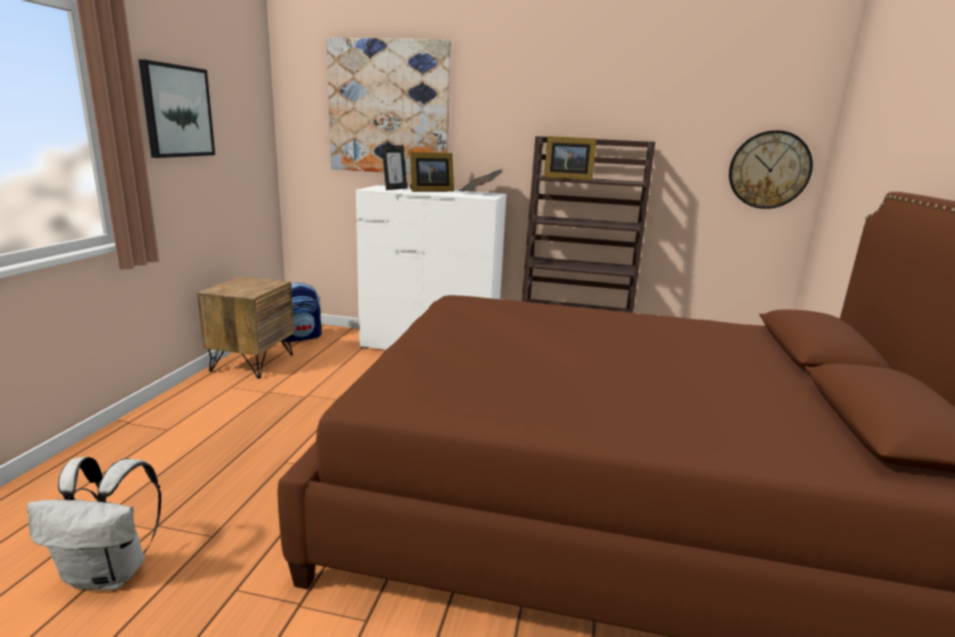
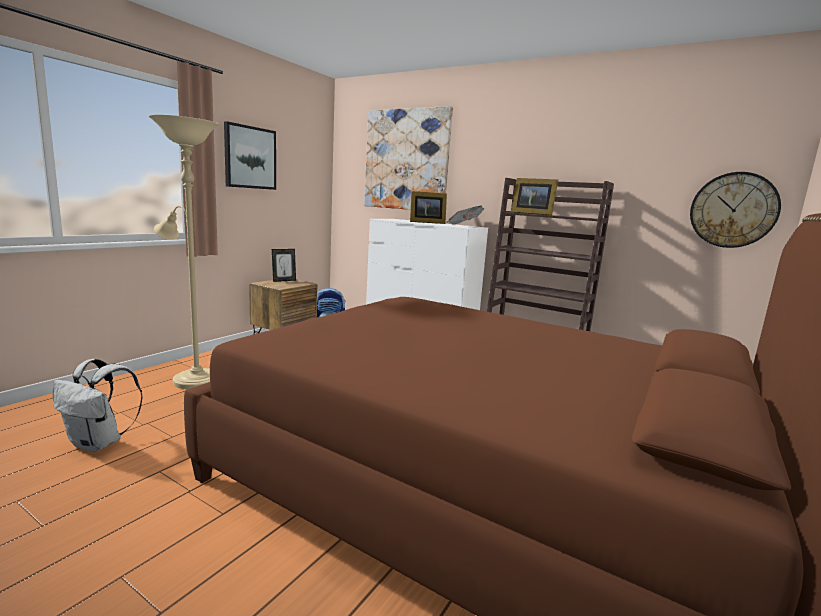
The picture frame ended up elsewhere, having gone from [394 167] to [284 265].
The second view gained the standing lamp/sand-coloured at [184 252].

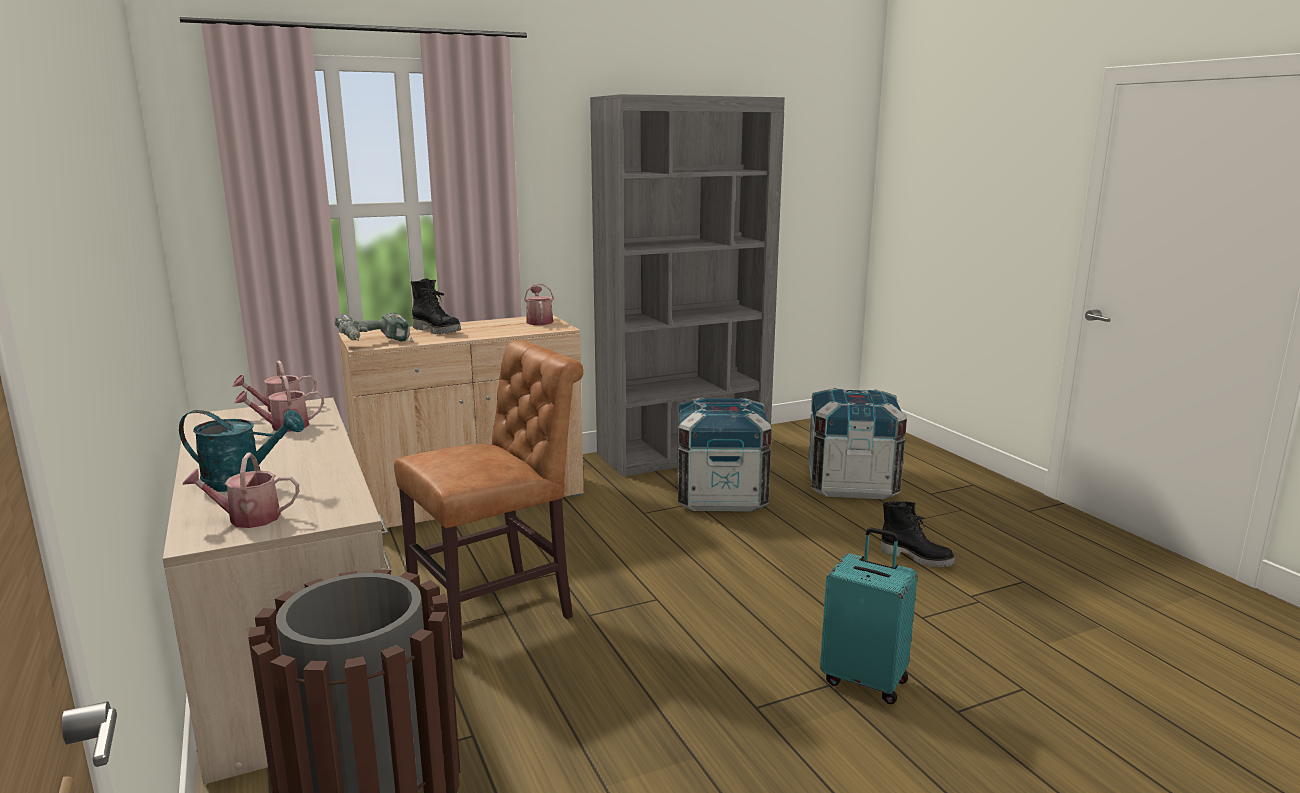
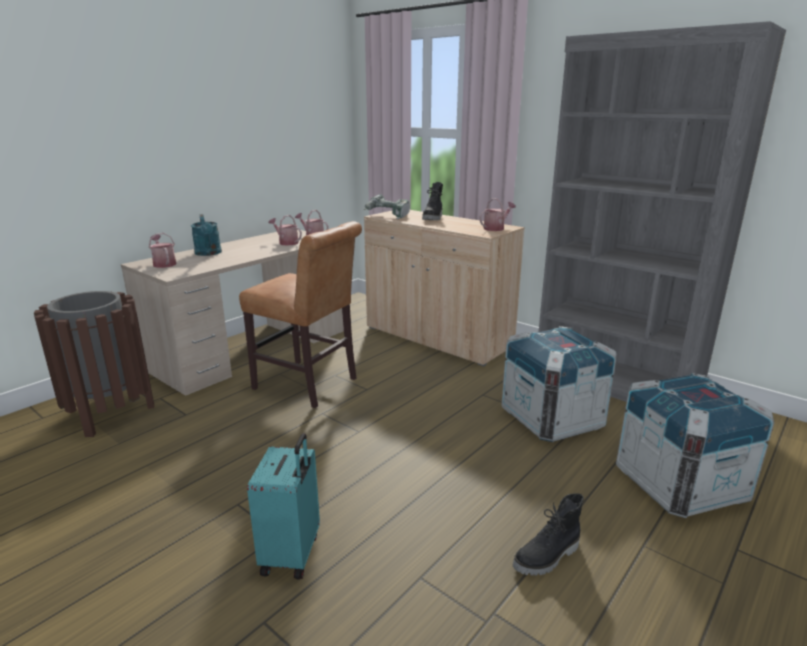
The boot/black at [917 534] ended up facing another way, 45 degrees clockwise from before.

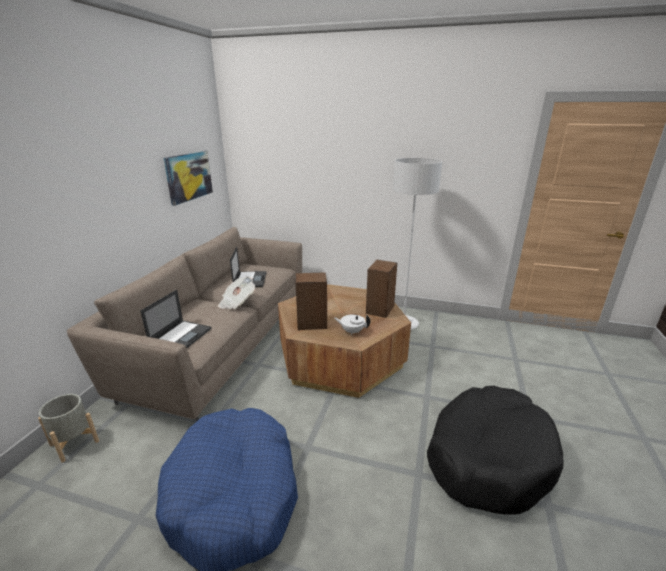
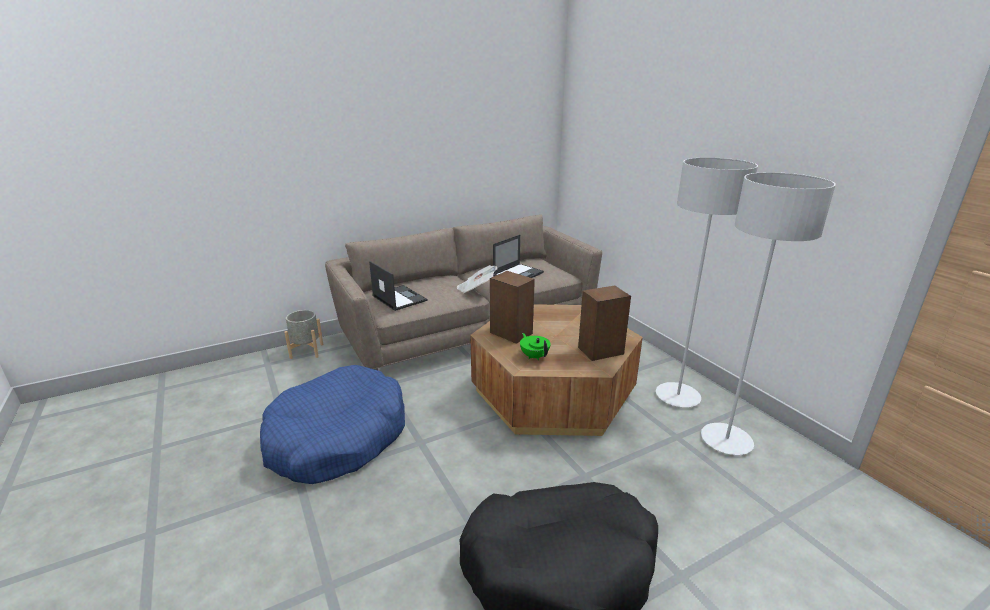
The portable computer at [176 319] ended up facing another way, 105 degrees counterclockwise from before.
The second view lost the picture at [188 178].
What was the teapot/white-coloured at [352 324] turned into the teapot/green at [535 346].
The second view gained the standing lamp/gray at [768 313].

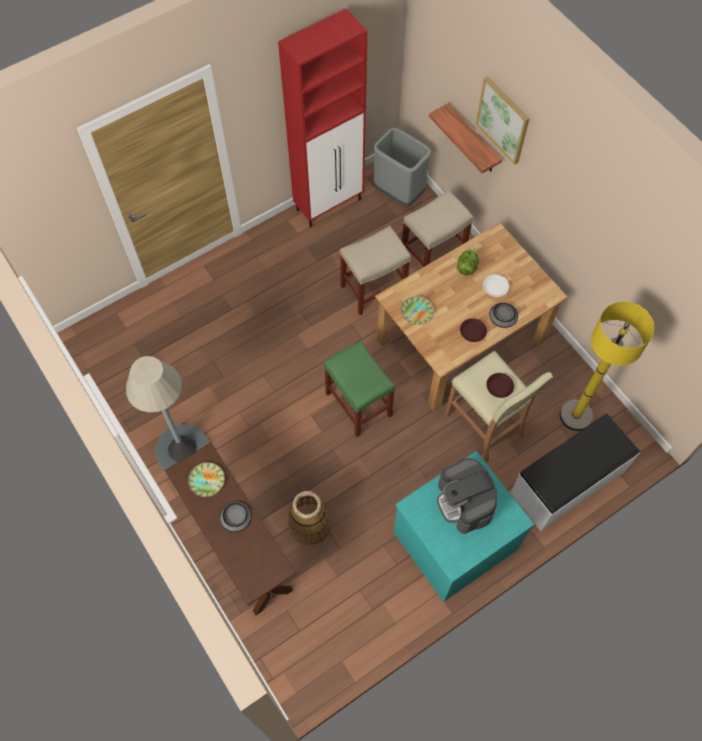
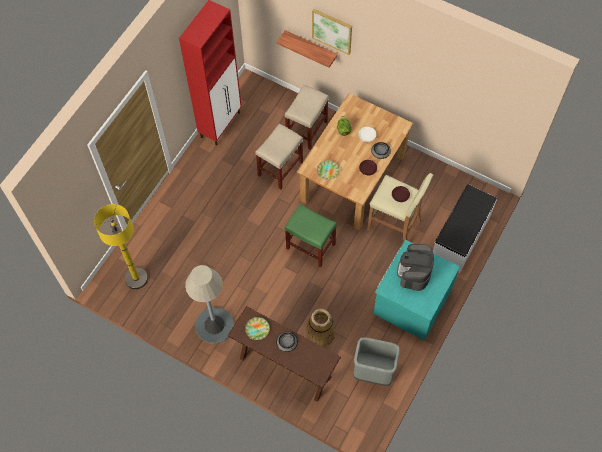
The rubbish bin/gray ended up elsewhere, having gone from [402 167] to [376 361].
The coffee machine at [467 496] ended up facing another way, 60 degrees clockwise from before.
The standing lamp/yellow-coloured ended up elsewhere, having gone from [607 366] to [121 246].

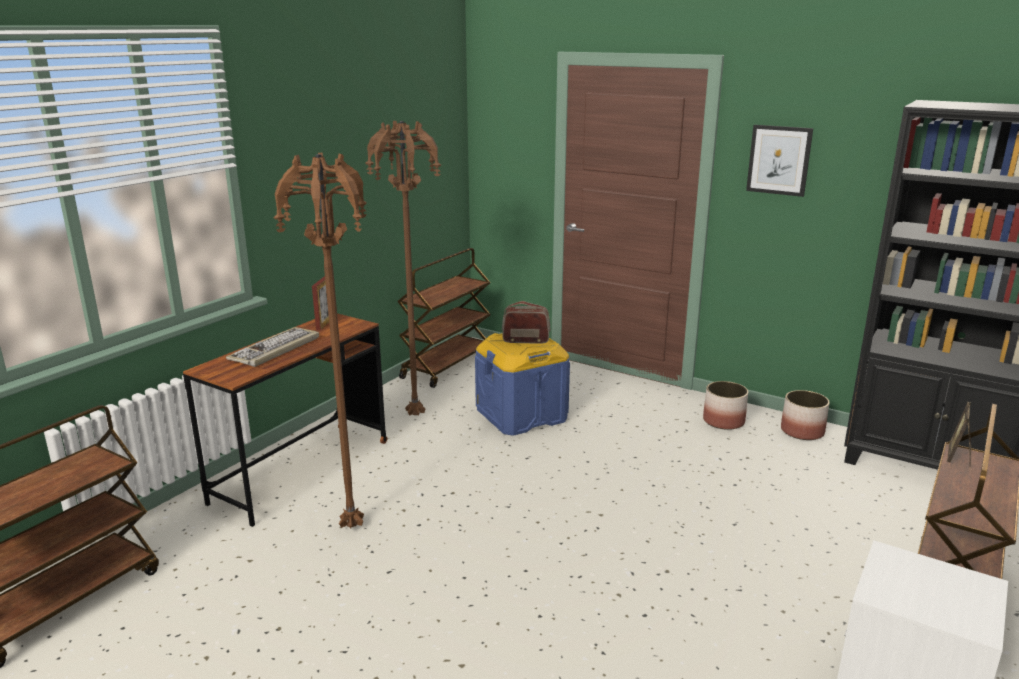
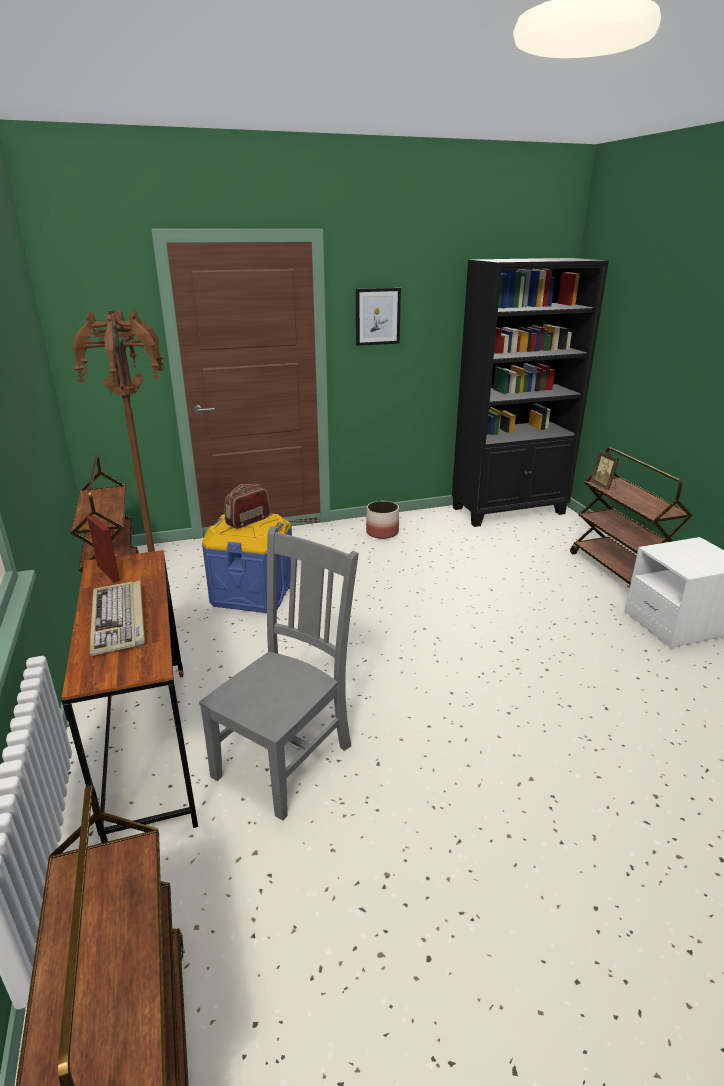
Where the standing lamp/brownish stood at [320 341], the upright chair/gray came to stand at [279 673].
The second view lost the flower pot at [805 415].

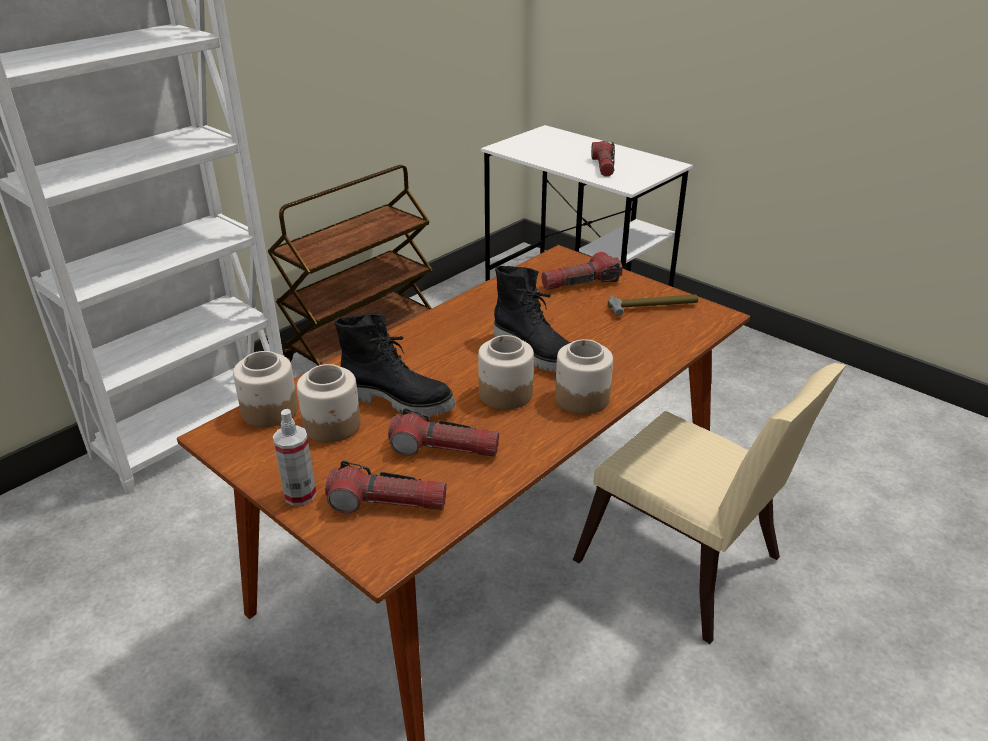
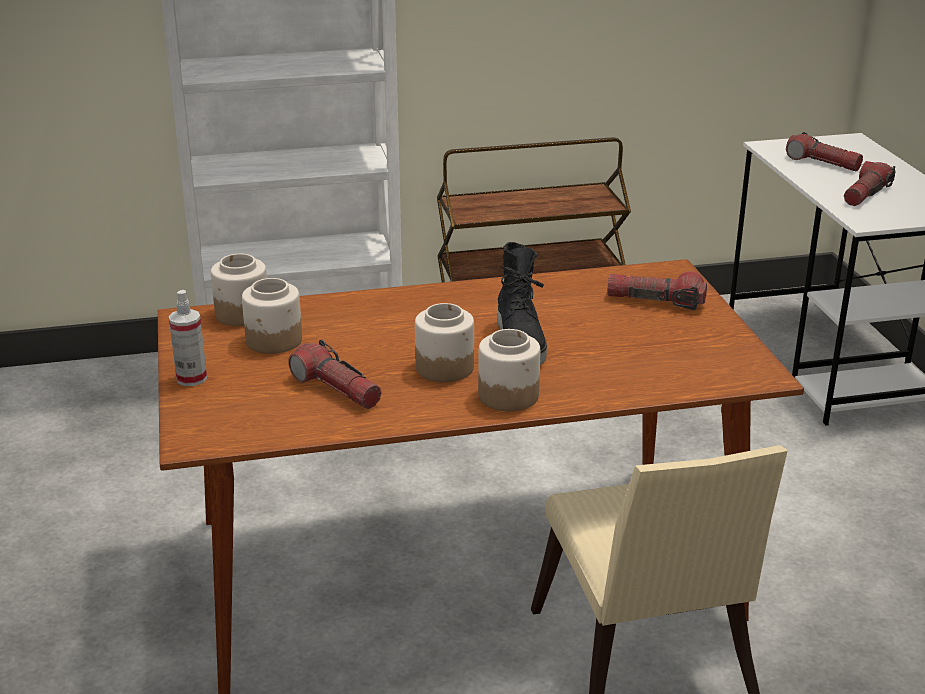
The hand torch ended up elsewhere, having gone from [386 486] to [824 151].
The second view lost the boot/black at [394 366].
The second view lost the hammer at [653 305].

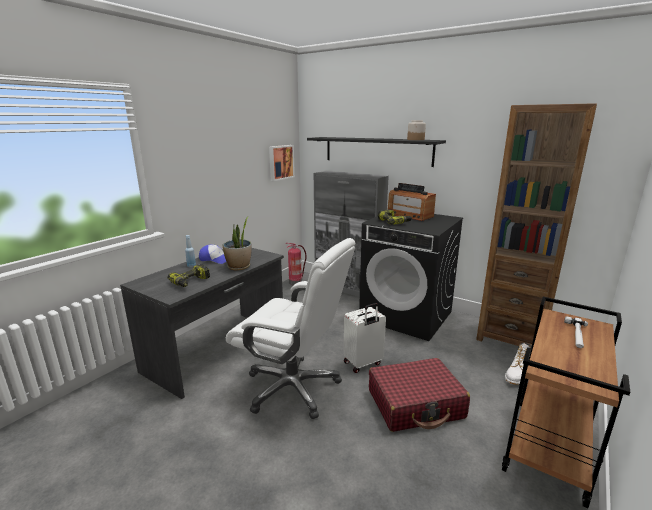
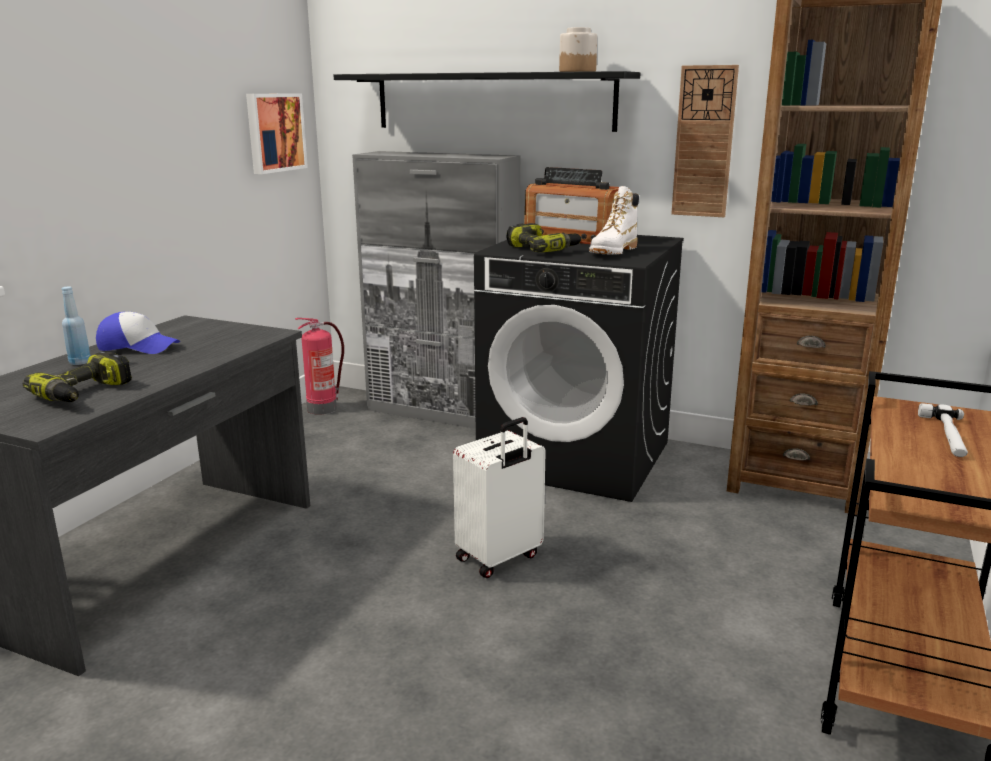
The second view lost the houseplant at [237 243].
The second view lost the desk chair/white-coloured at [290 328].
The second view lost the travel case/red at [419 395].
The boot/white-coloured ended up elsewhere, having gone from [518 363] to [614 220].
The second view gained the clock on the wall at [705 141].

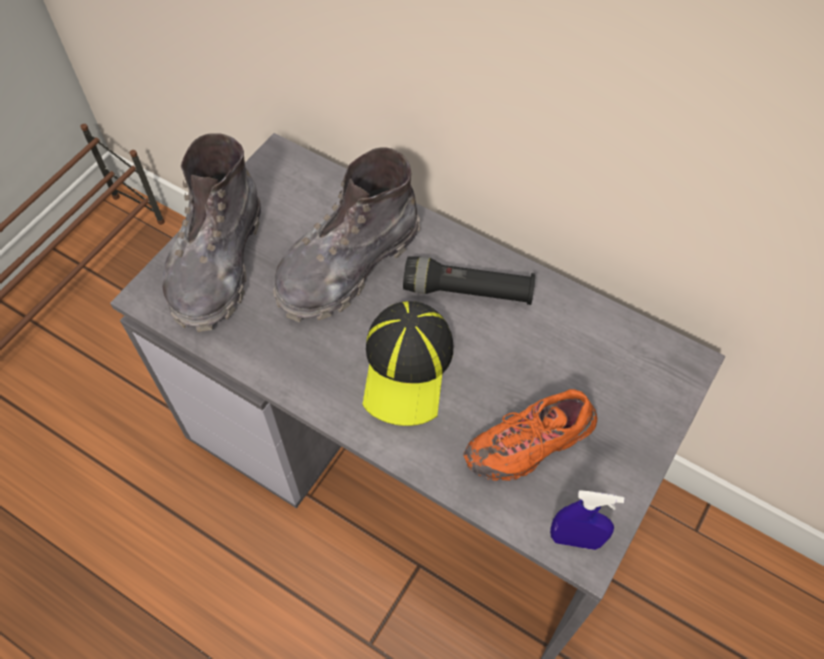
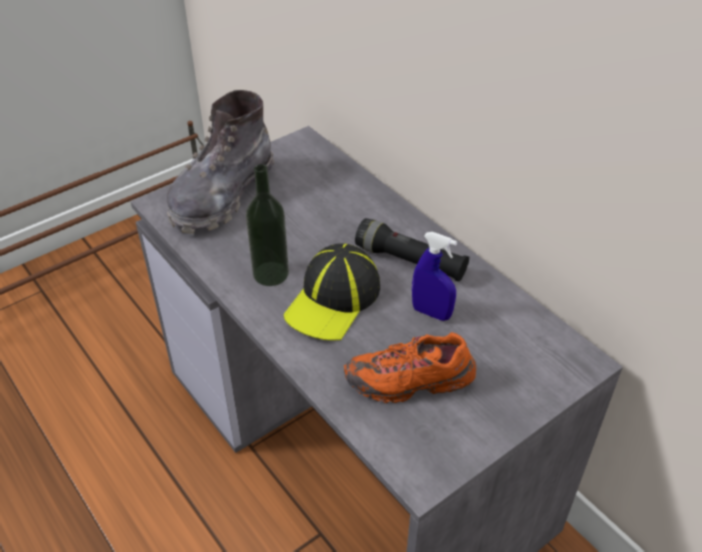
The second view lost the boot/gray at [347 234].
The hand sprayer/blue ended up elsewhere, having gone from [587 520] to [434 276].
The second view gained the beverage bottle at [267 225].

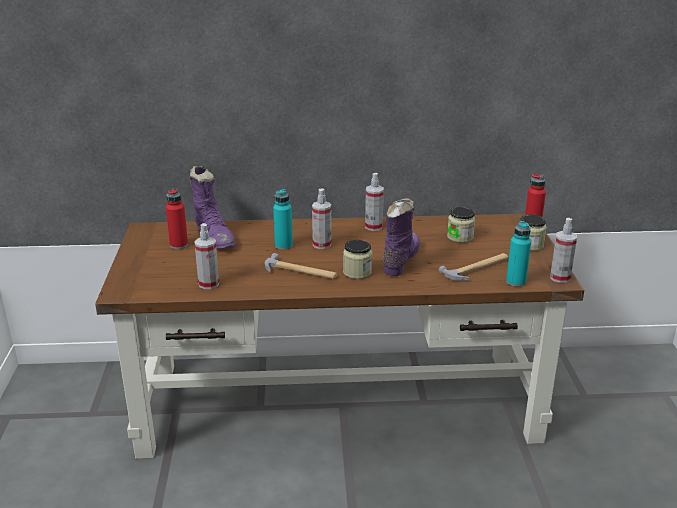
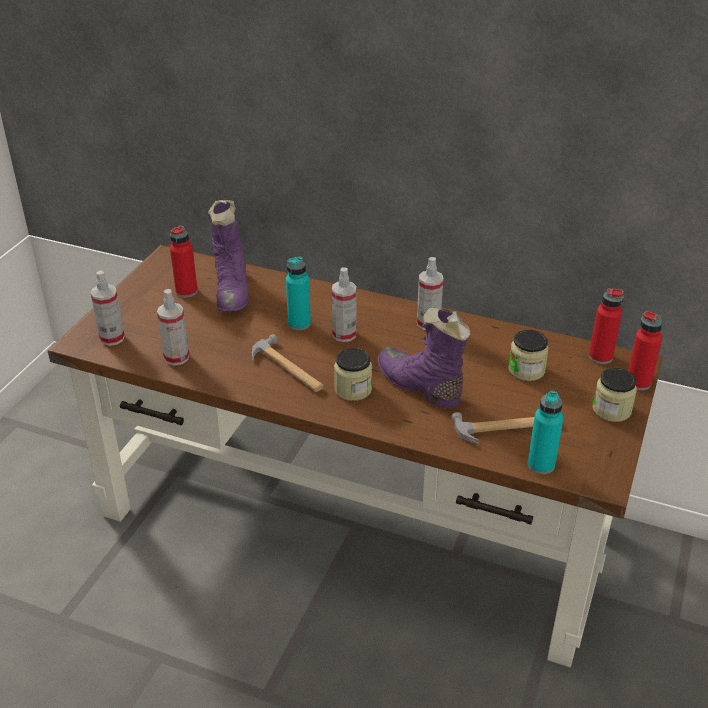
The boot/purple at [401 237] ended up facing another way, 90 degrees counterclockwise from before.
The hand sprayer ended up elsewhere, having gone from [563 250] to [108 308].
The second view gained the beverage bottle/red at [606 326].

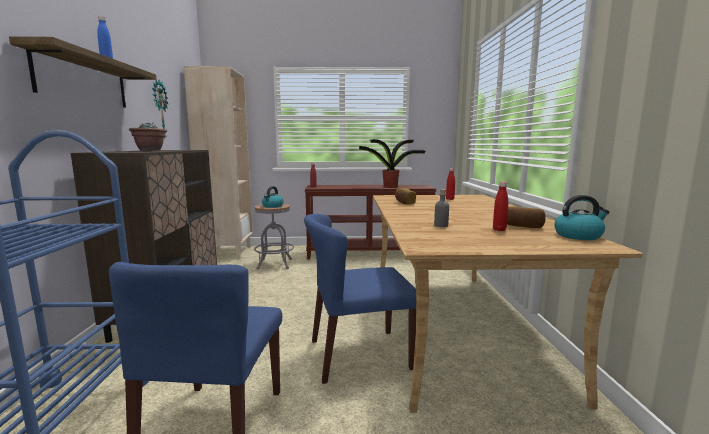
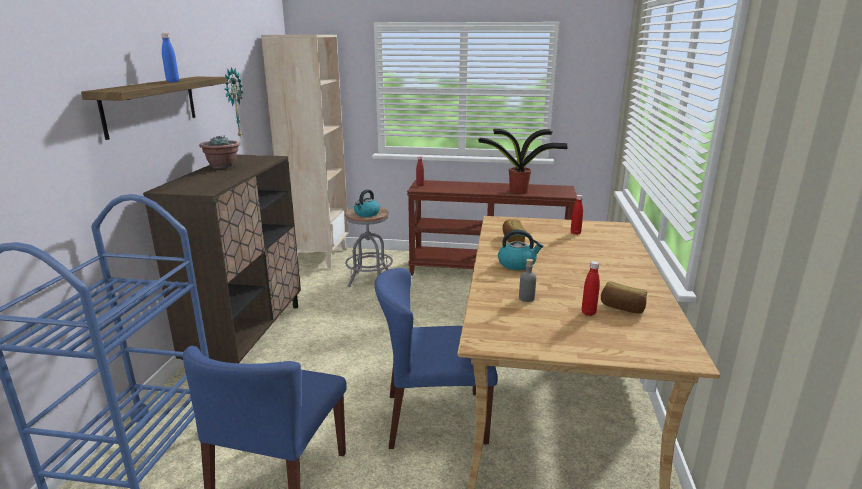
The tea kettle ended up elsewhere, having gone from [581 217] to [520 250].

